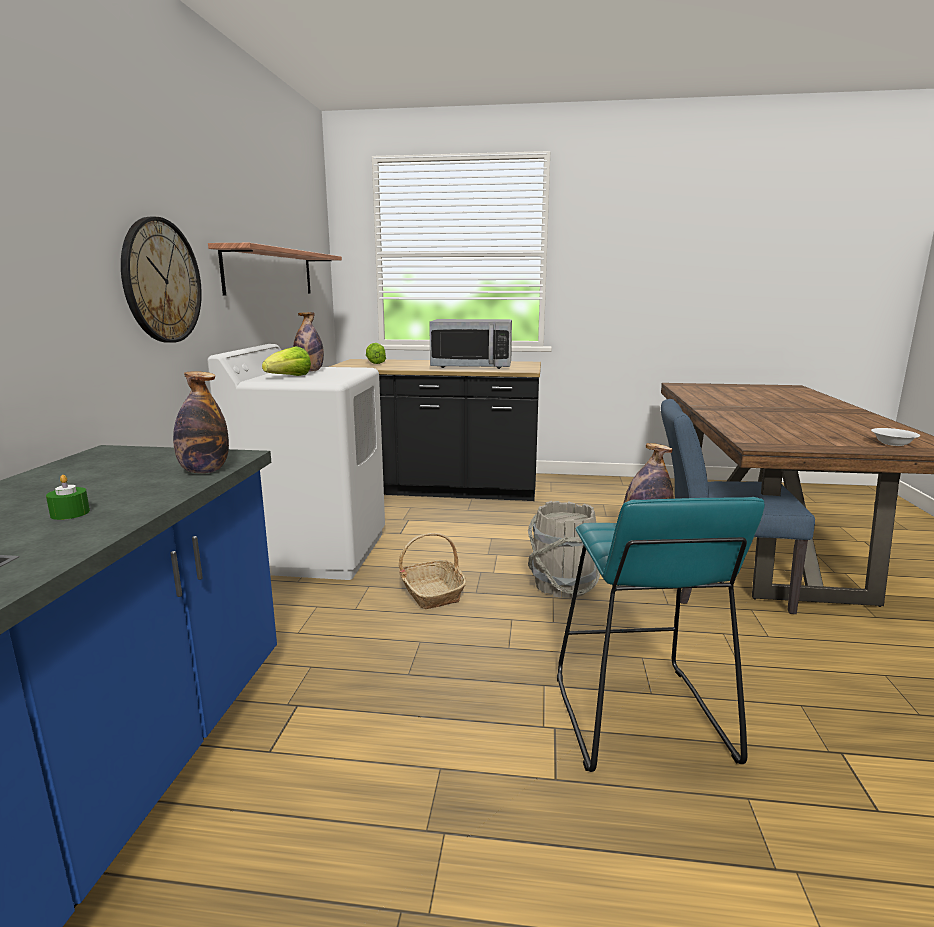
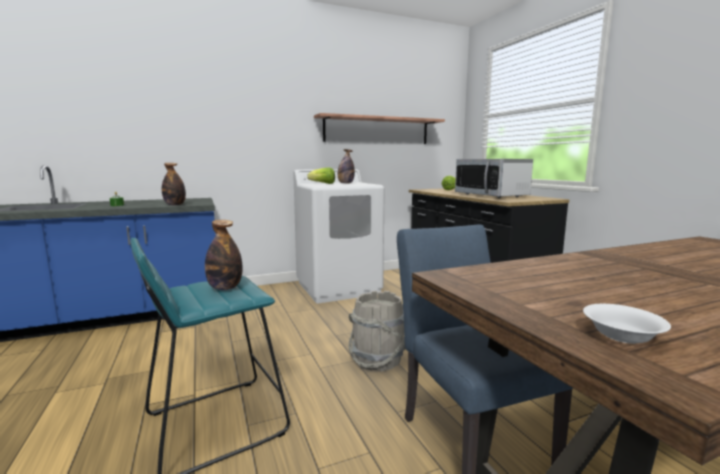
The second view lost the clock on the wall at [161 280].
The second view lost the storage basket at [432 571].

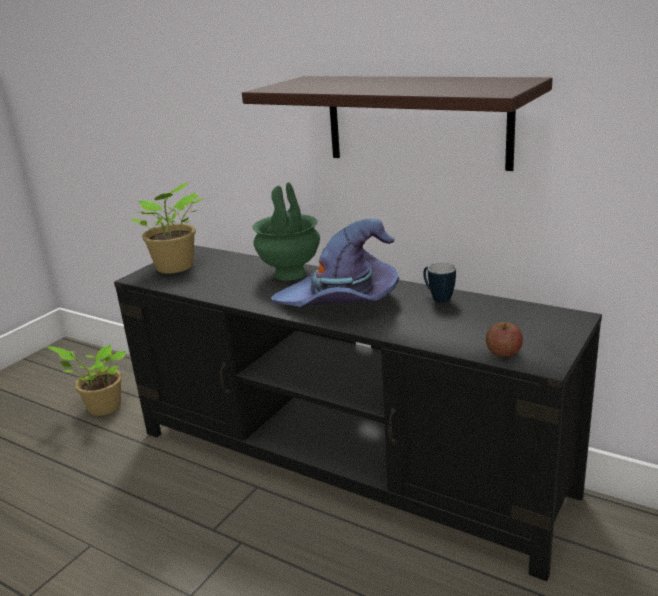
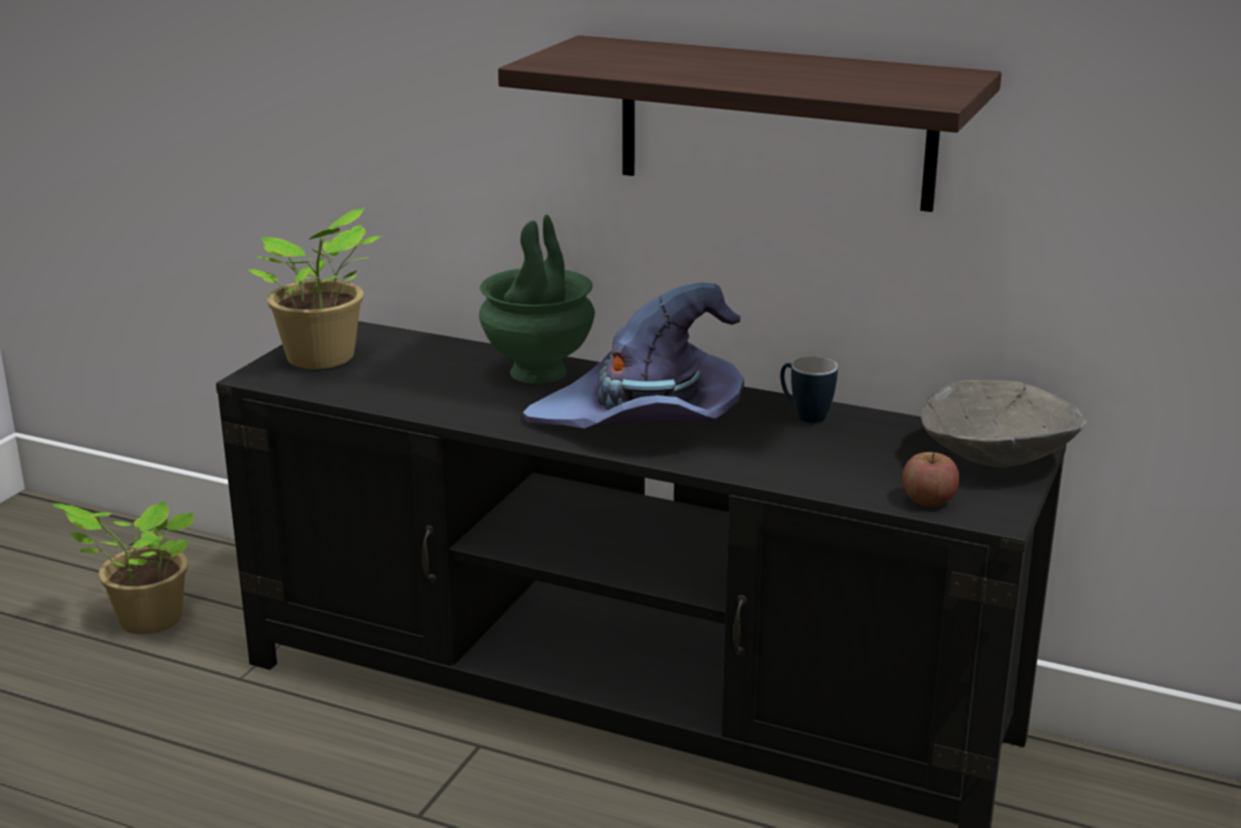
The second view gained the bowl/gray at [1004 423].

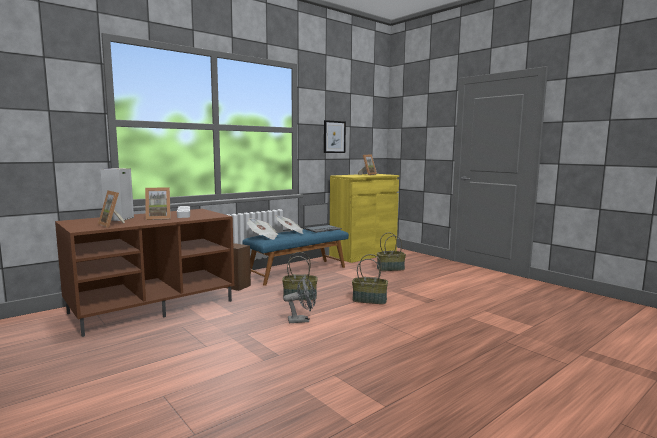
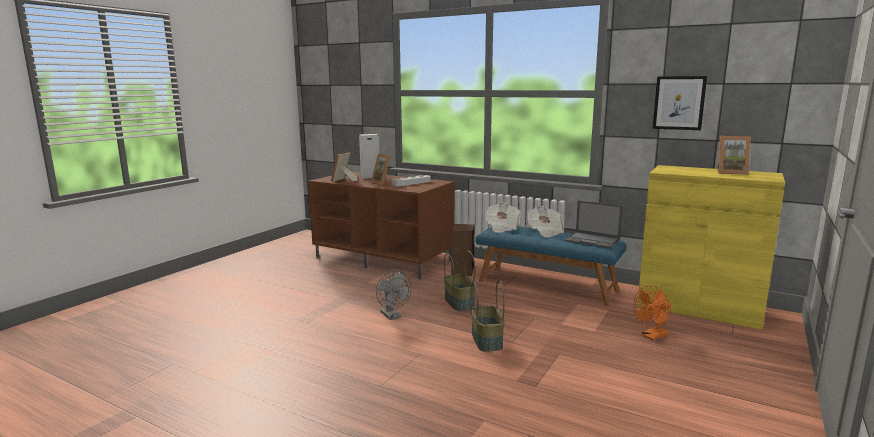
Where the storage basket stood at [391 251], the electric fan/orangey came to stand at [652 313].

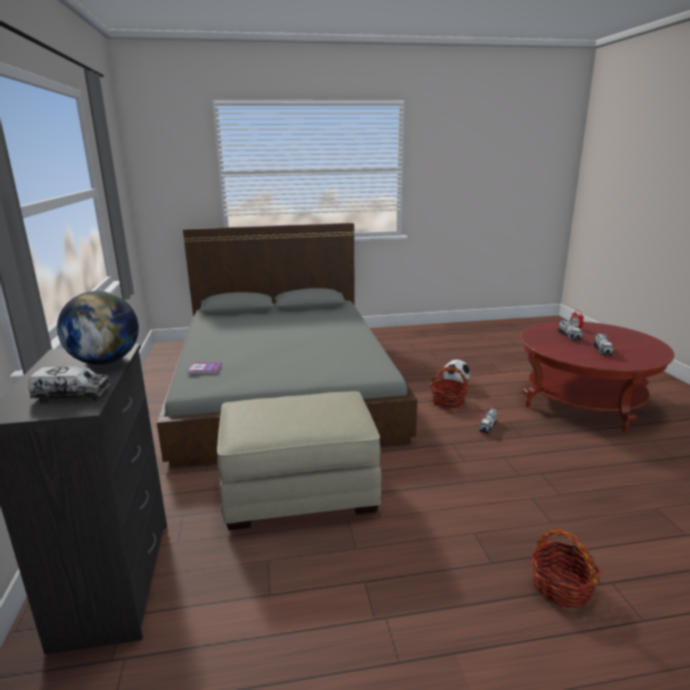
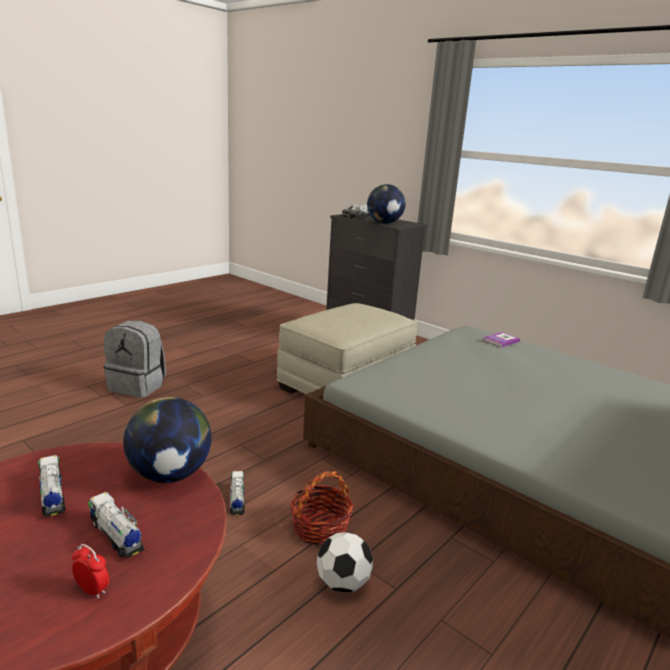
Where the storage basket stood at [566 568], the rucksack/gray came to stand at [135 359].
The second view gained the globe at [167 440].

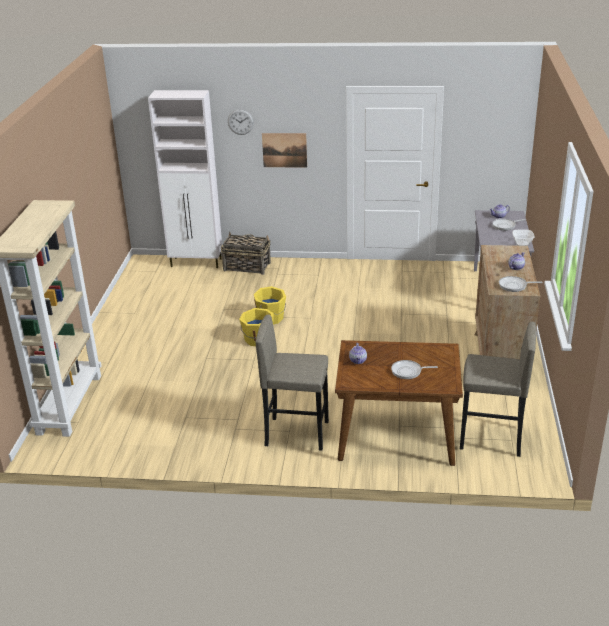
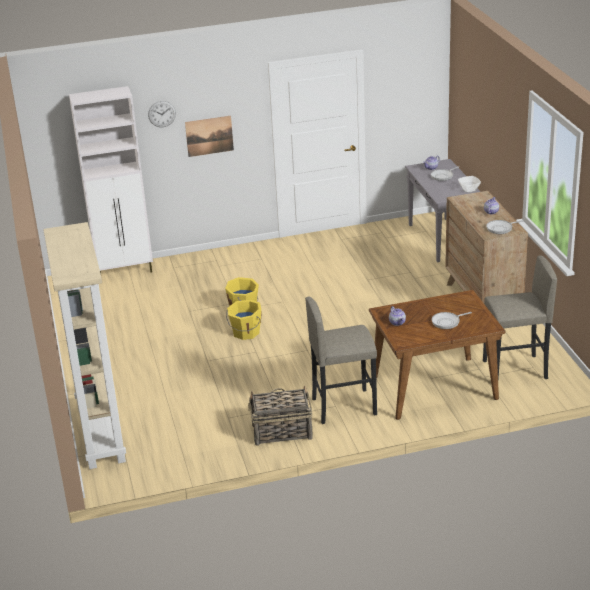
The storage basket ended up elsewhere, having gone from [245 253] to [280 415].

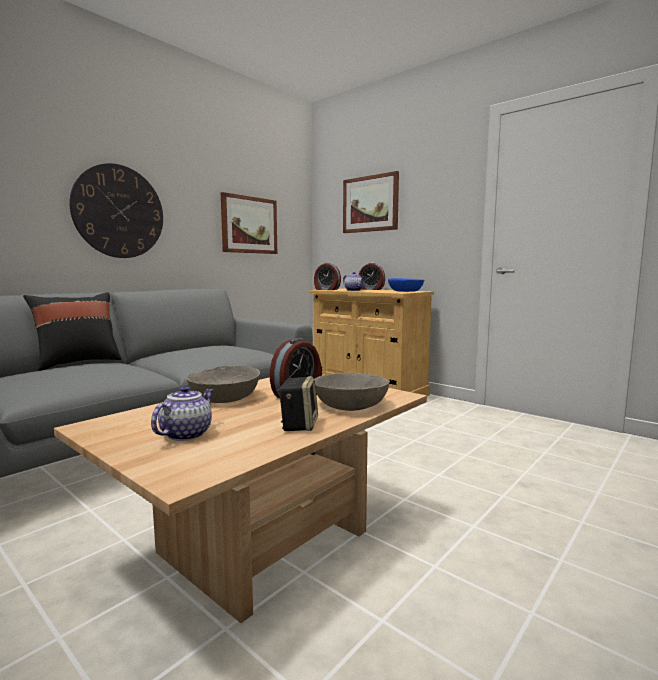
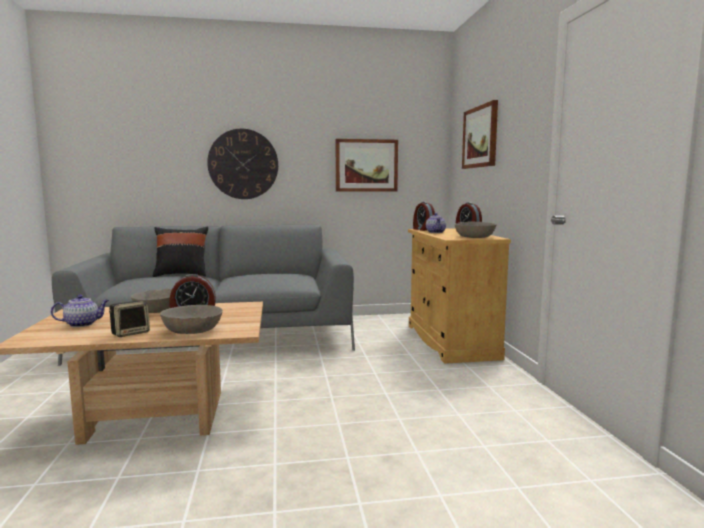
What was the bowl/blue at [406 285] turned into the bowl/gray at [475 229].

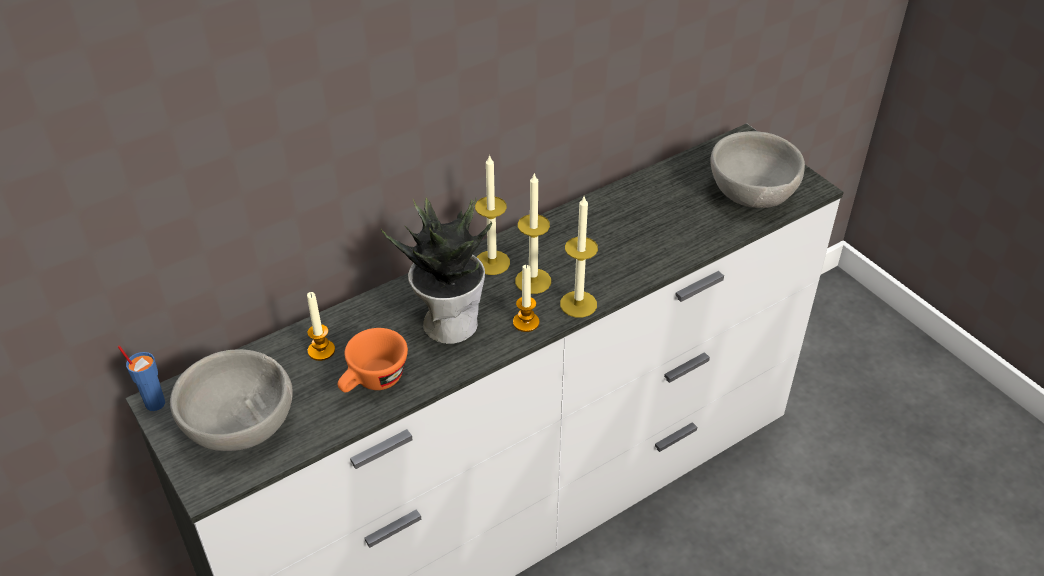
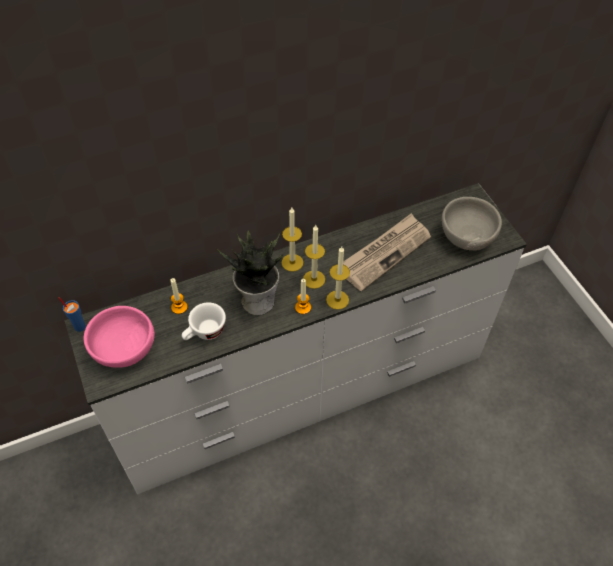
What was the bowl/gray at [231 400] turned into the bowl/pinkish at [119 336].
What was the cup/orangey at [372 360] turned into the cup/white-coloured at [204 321].
The second view gained the newspaper at [387 252].

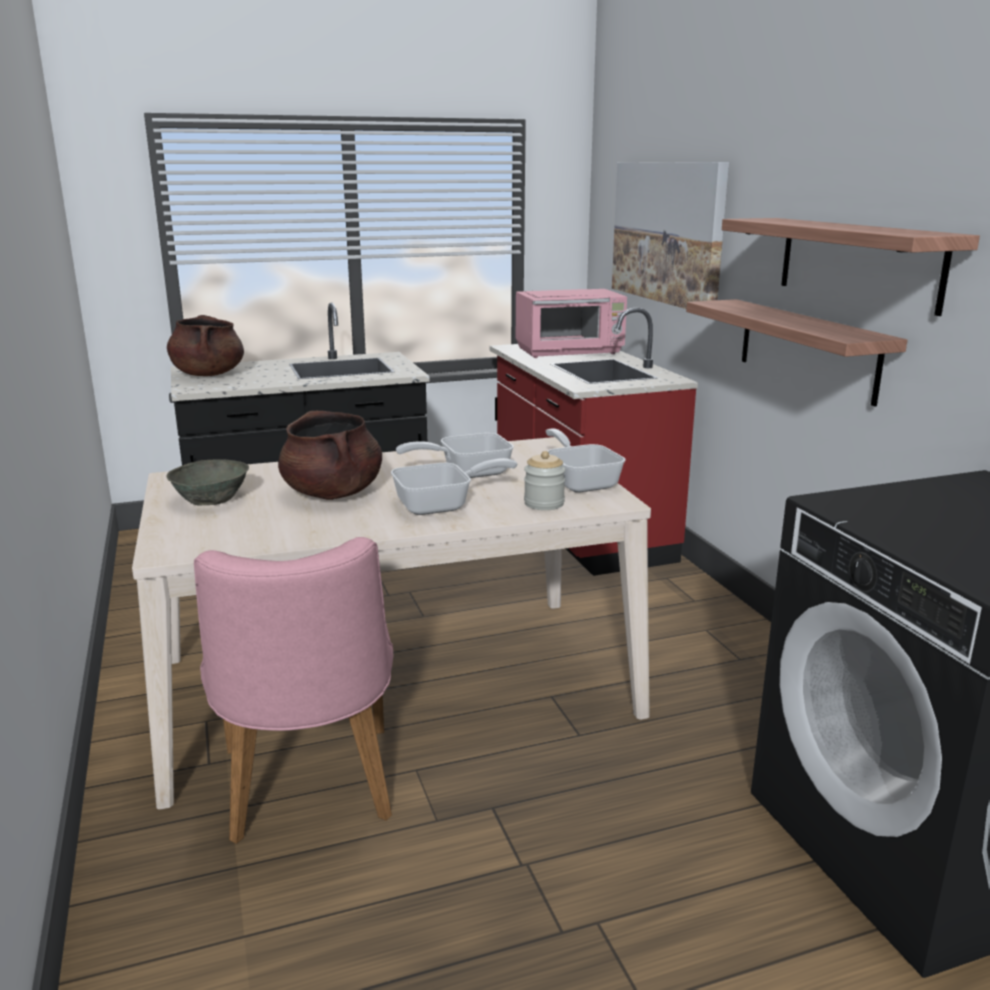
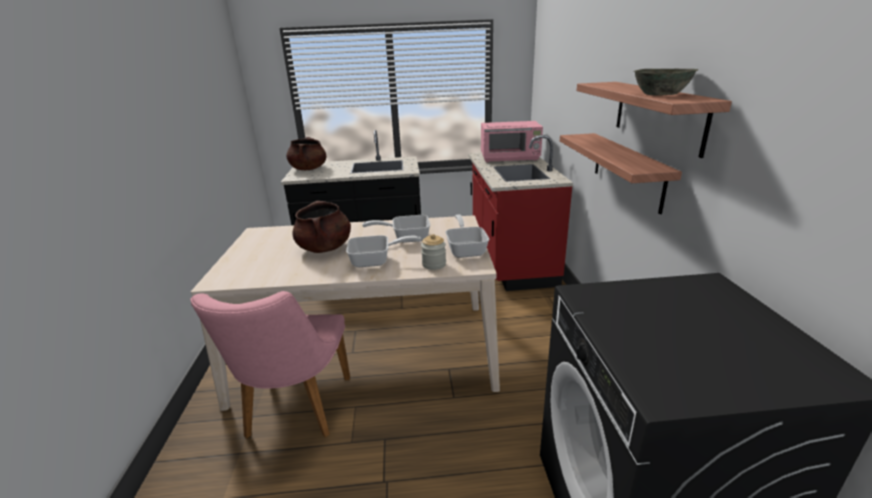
The bowl/gray ended up elsewhere, having gone from [208 483] to [665 82].
The second view lost the picture at [670 235].

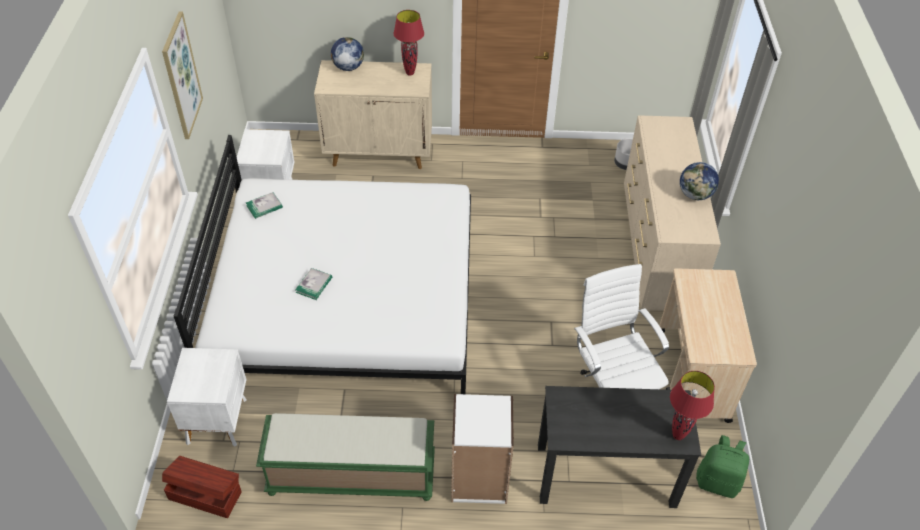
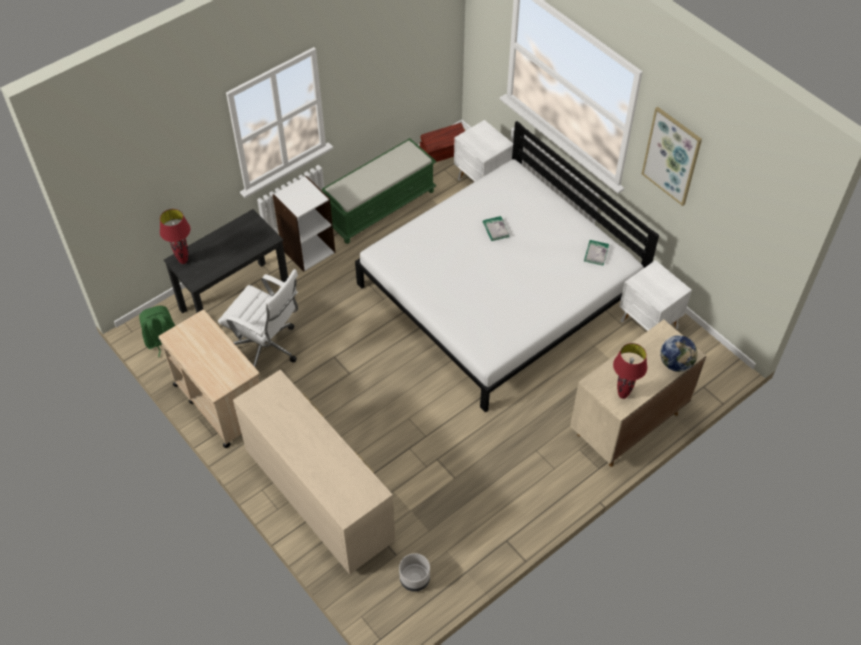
The second view lost the globe at [699 181].

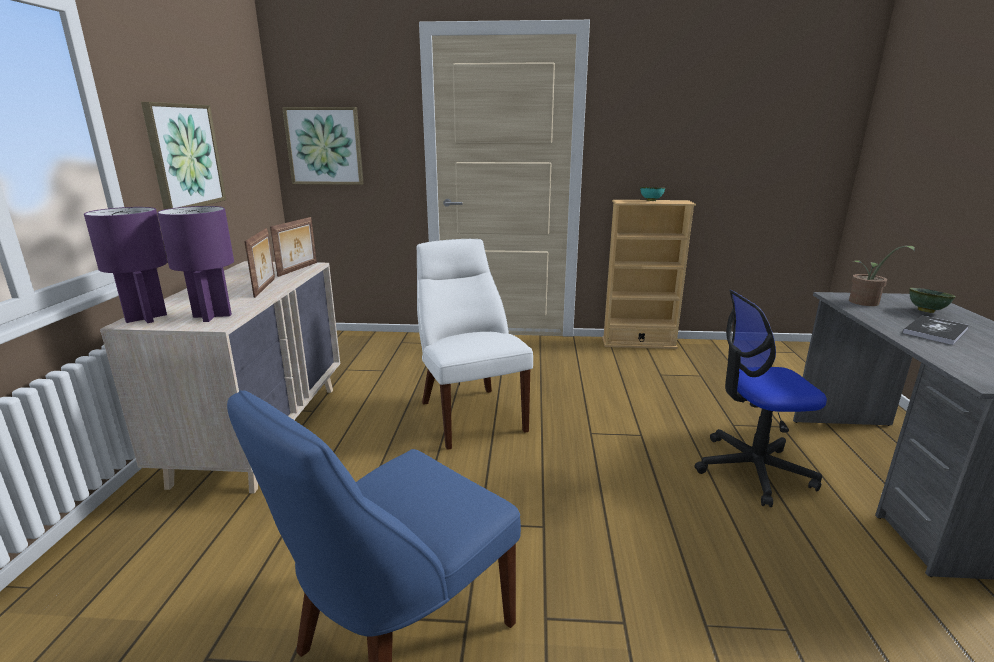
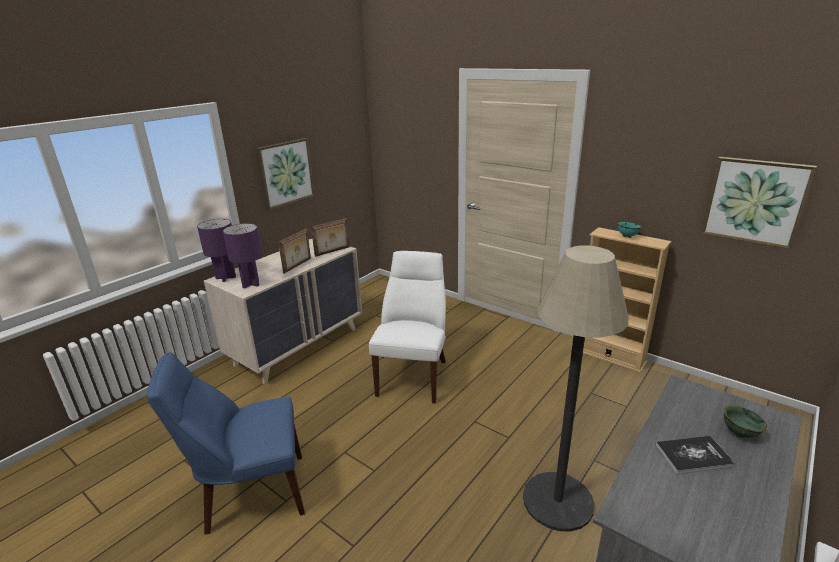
The picture ended up elsewhere, having gone from [323 146] to [759 203].
Where the desk chair stood at [760 398], the standing lamp came to stand at [576 389].
The second view lost the houseplant at [882 275].

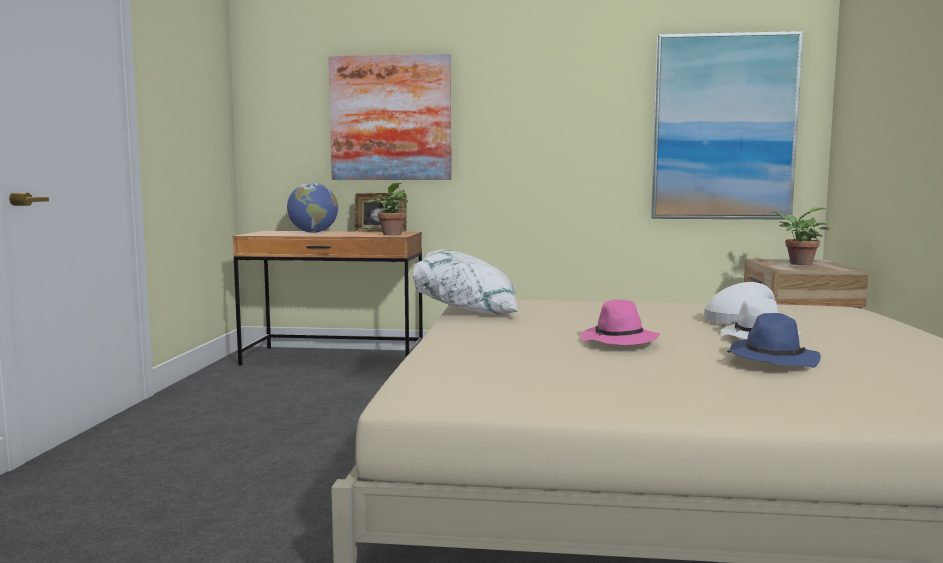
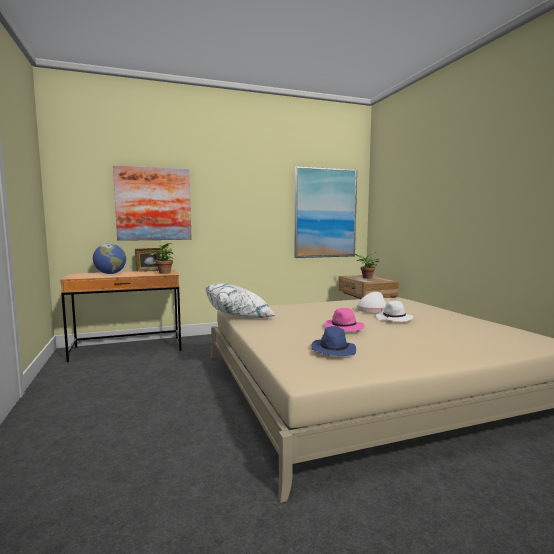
The wearable hat/blue ended up elsewhere, having gone from [774 340] to [333 341].

